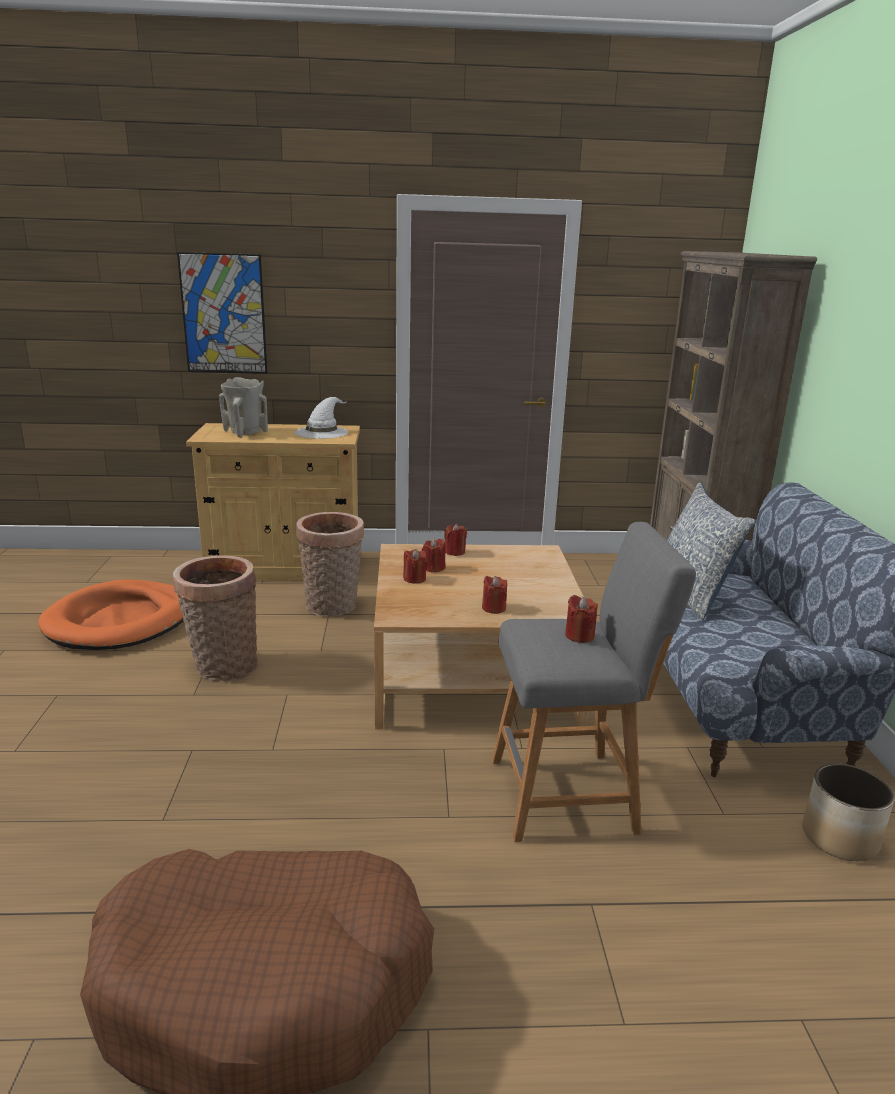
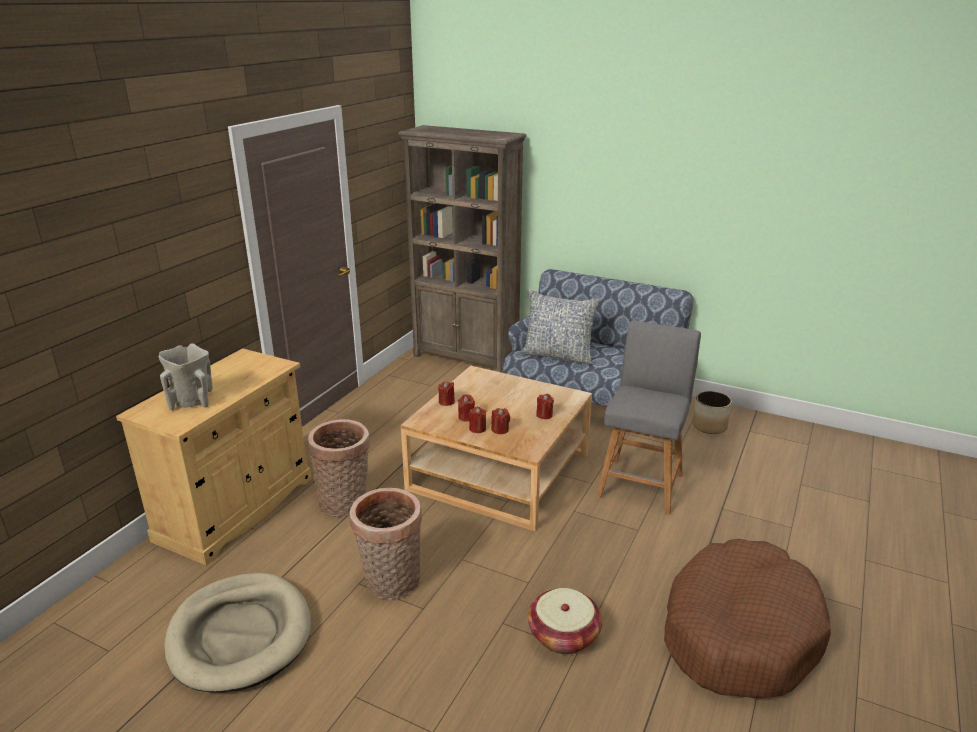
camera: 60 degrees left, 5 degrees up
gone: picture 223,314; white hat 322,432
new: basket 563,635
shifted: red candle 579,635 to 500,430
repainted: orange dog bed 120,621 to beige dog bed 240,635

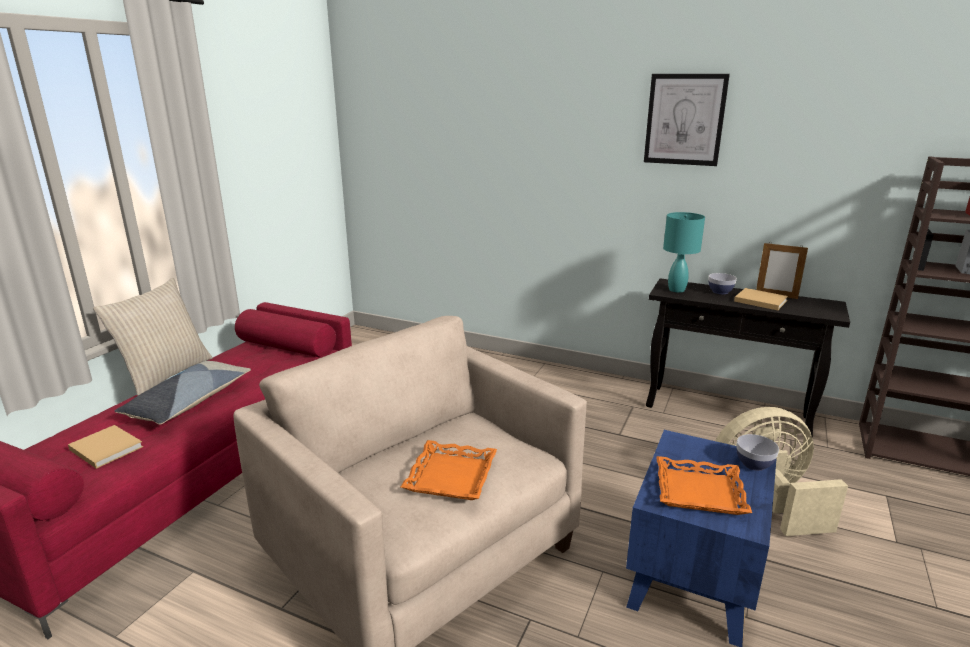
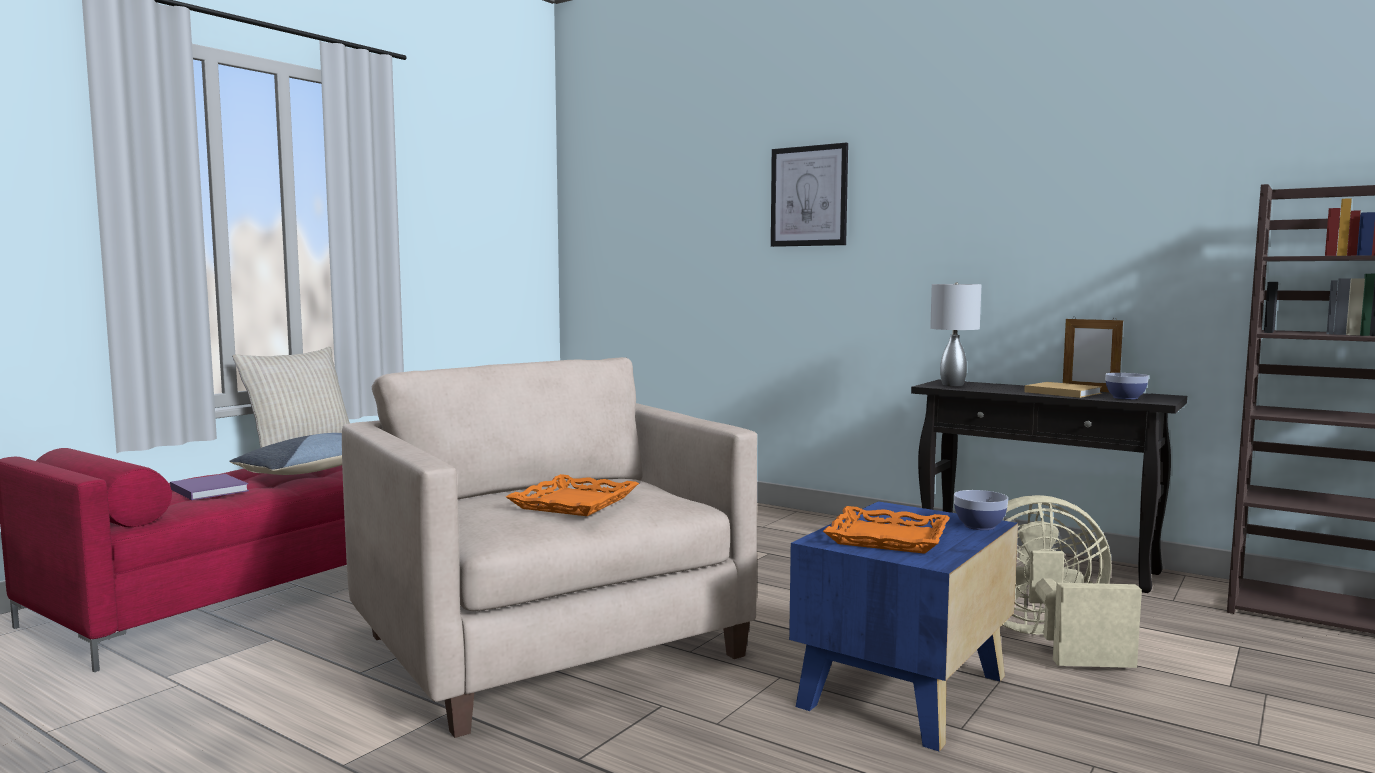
camera: 10 degrees right, 15 degrees down
shifted: picture 684,119 to 809,196; bowl 720,291 to 1125,398
repainted: beige book 105,447 to purple book 208,489; turquoise table lamp 677,290 to grey table lamp 953,385

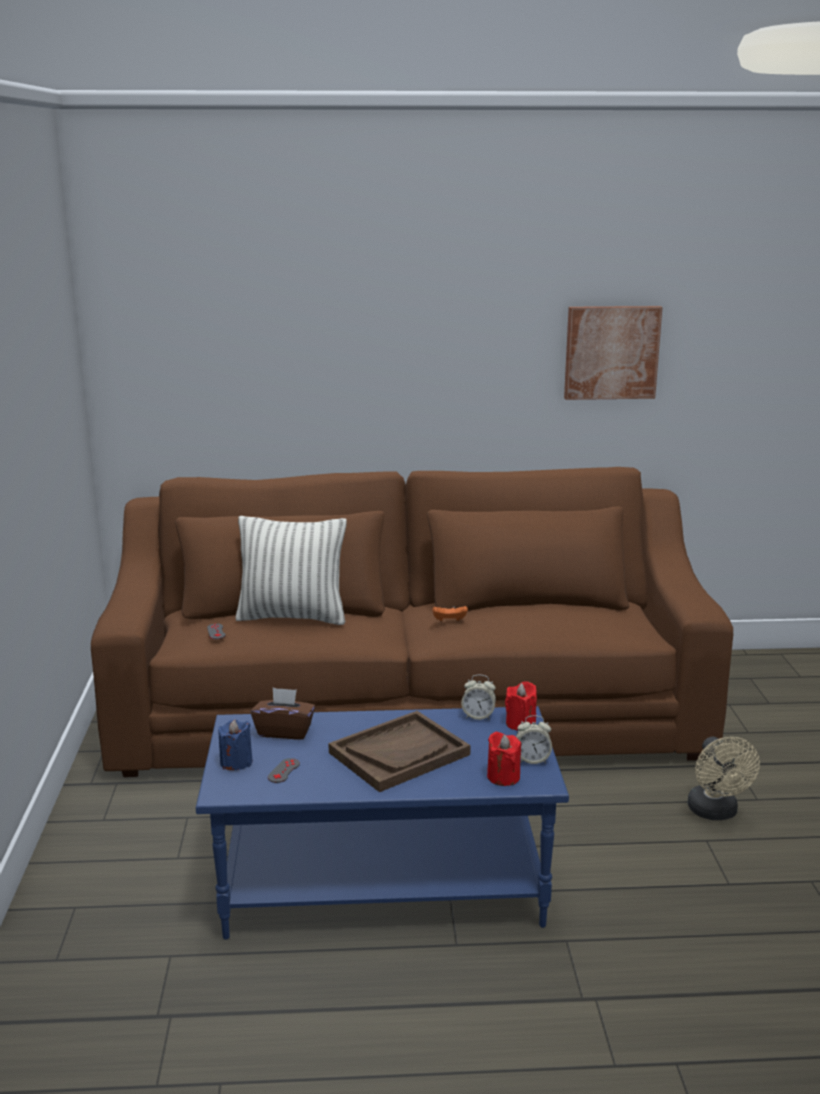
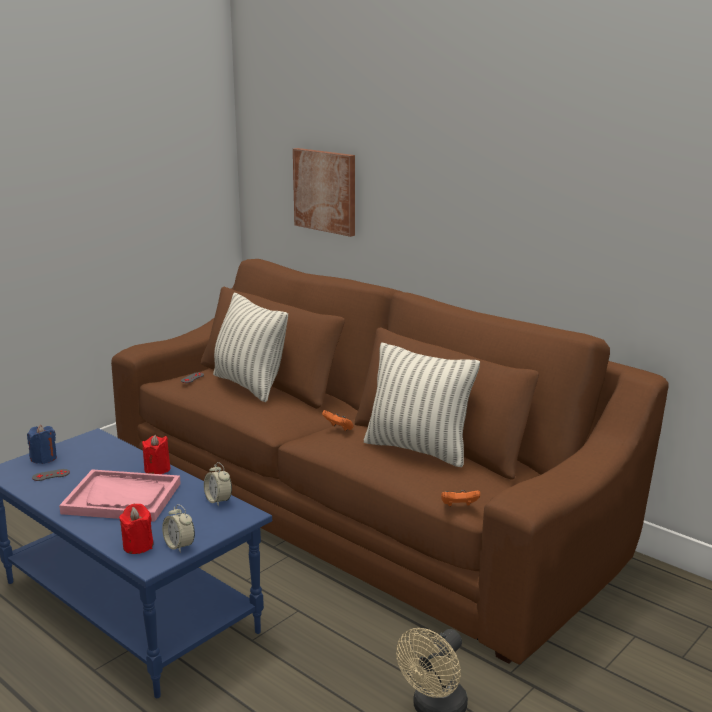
camera: 45 degrees right, 0 degrees up
gone: brown tissue box 284,731
new: pillow 418,449; orange game controller 459,506
shifted: red candle 520,723 to 157,469; picture 611,352 to 325,191
repainted: brown tray 399,753 to pink tray 122,498

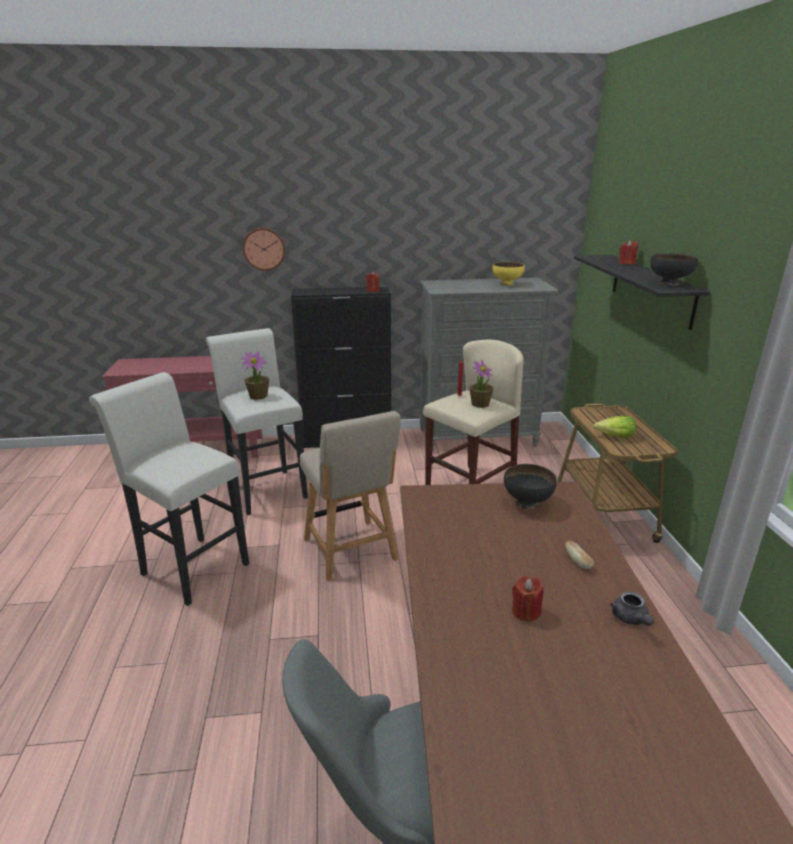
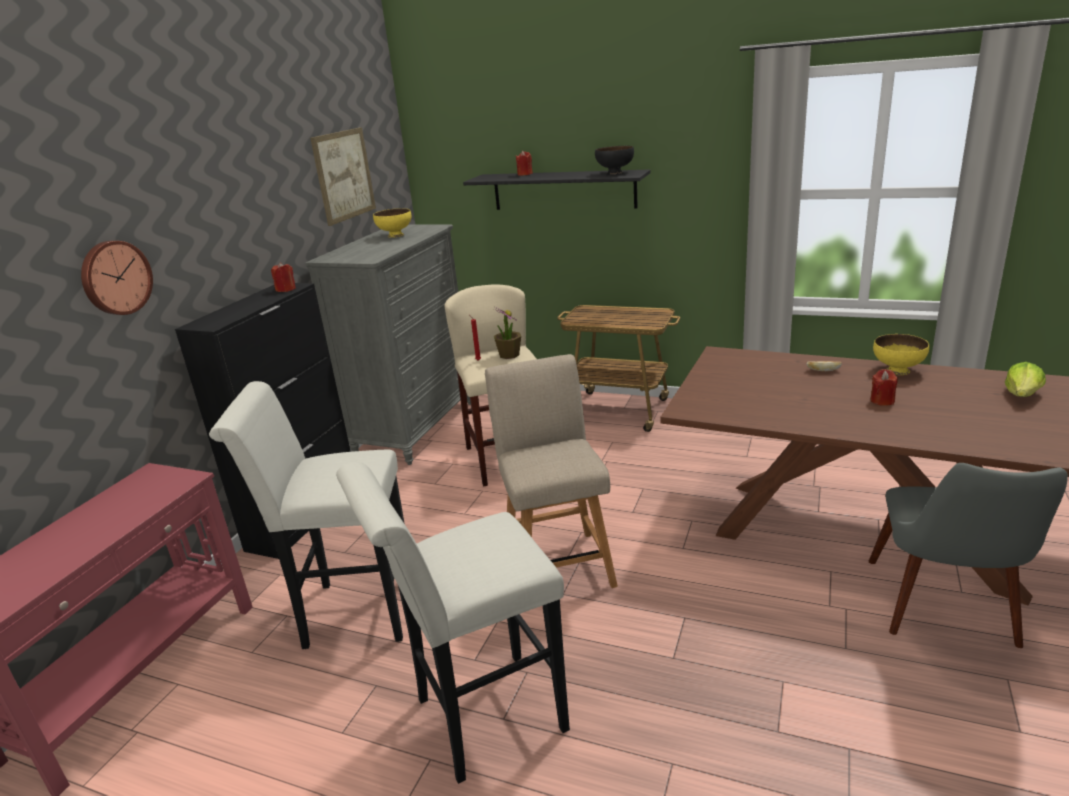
camera: 60 degrees left, 0 degrees up
gone: potted plant 258,396; black bowl 527,503
new: picture 344,175
shifted: lettuce 615,437 to 1022,395
swapped: grey teapot 630,619 to yellow bowl 897,370
rotated: beige chair 351,552 = 557,564 105 degrees counterclockwise

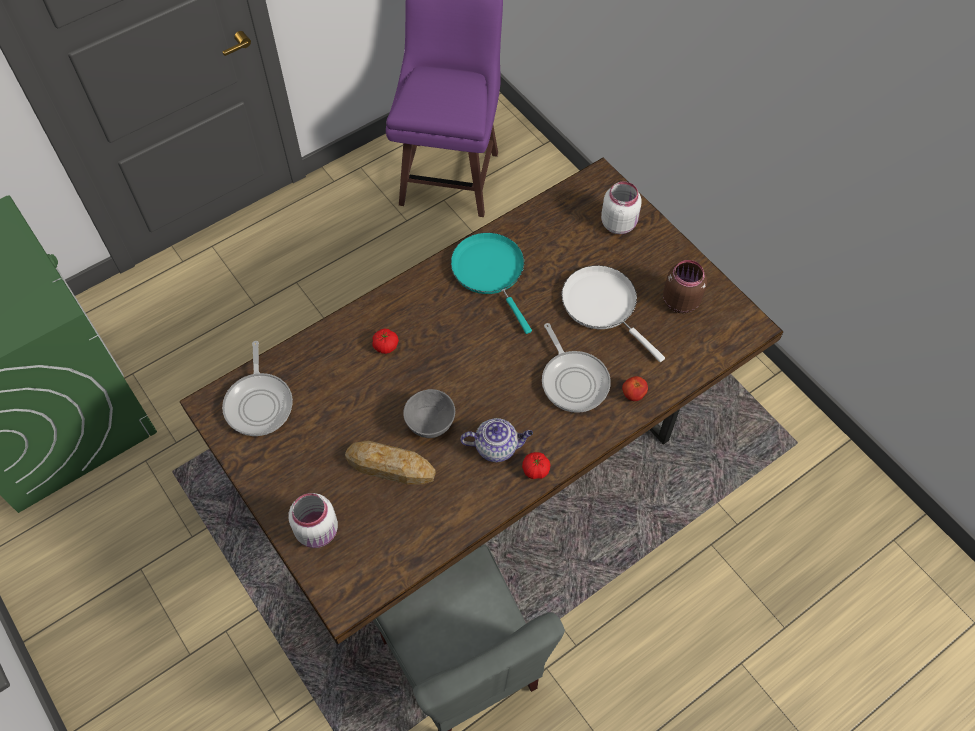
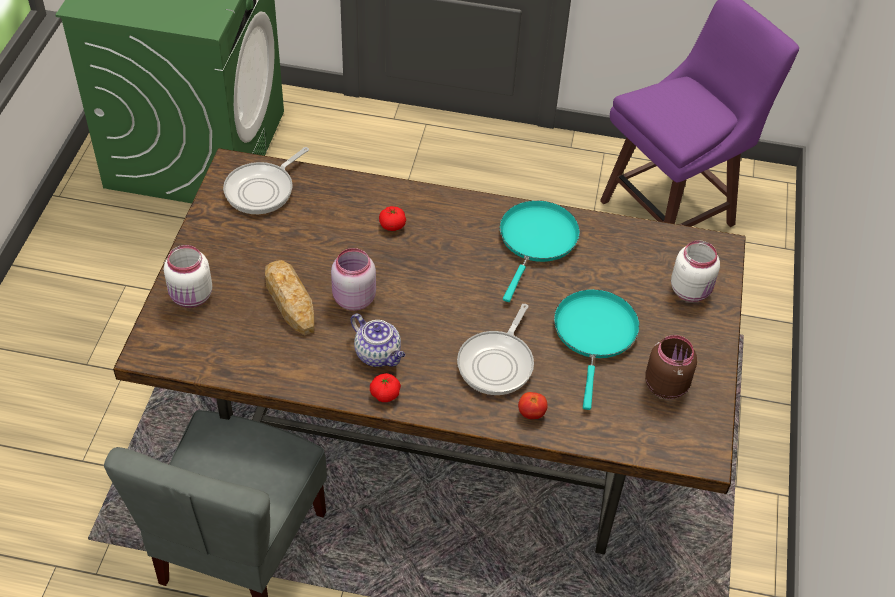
camera: 45 degrees right, 10 degrees down
swapped: grey bowl 430,424 to pink jar 352,299
repainted: white frying pan 603,305 to turquoise frying pan 595,334

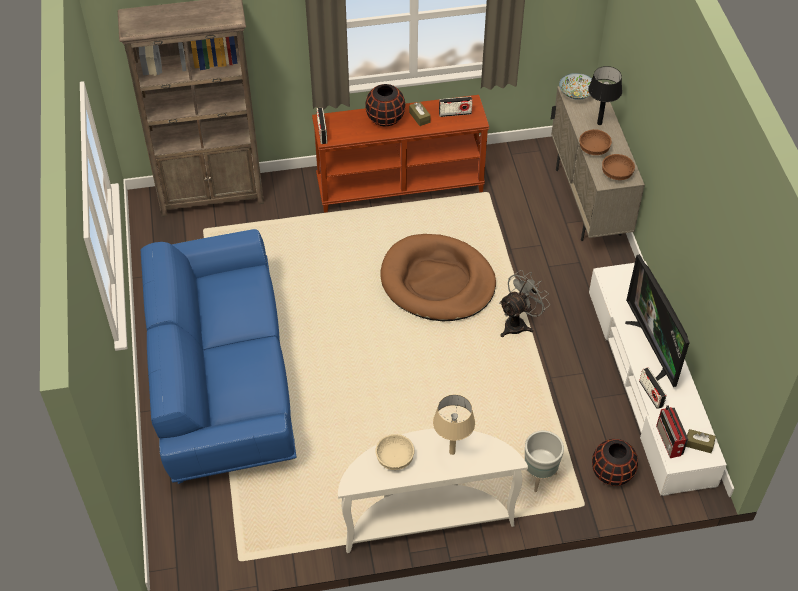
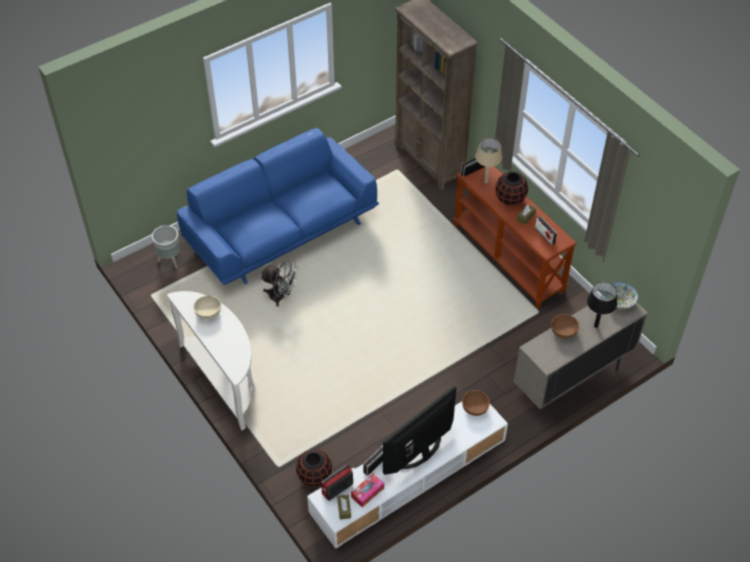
camera: 65 degrees right, 0 degrees up
gone: brown dog bed 437,282
new: tissue box 367,492
shifted: beige table lamp 451,452 to 485,181; grey fan 518,323 to 281,297; grey planter 538,477 to 170,260; brown bowl 616,174 to 474,407

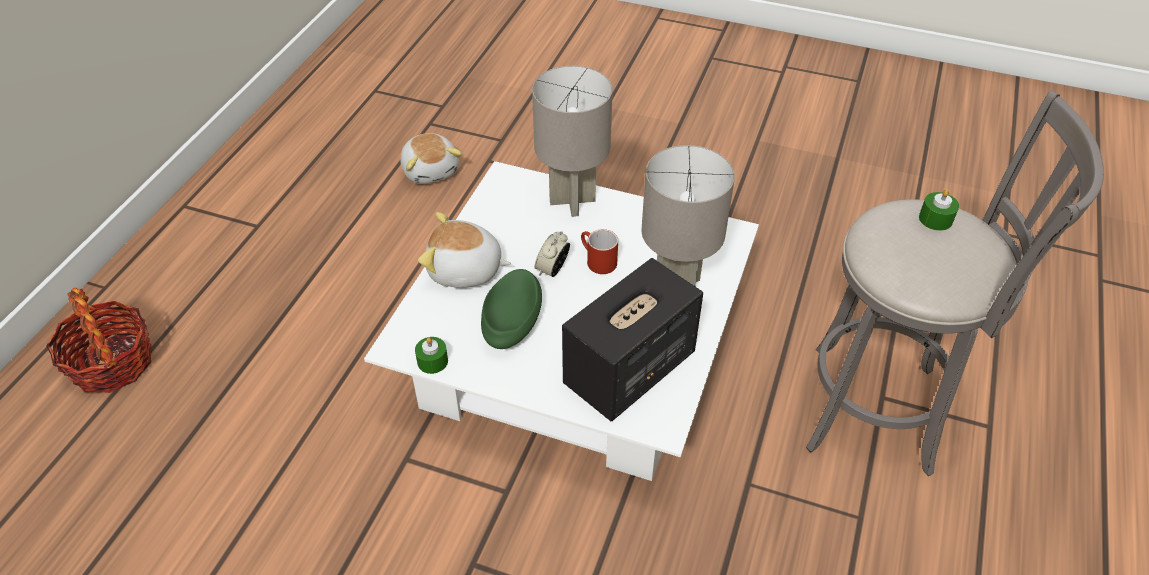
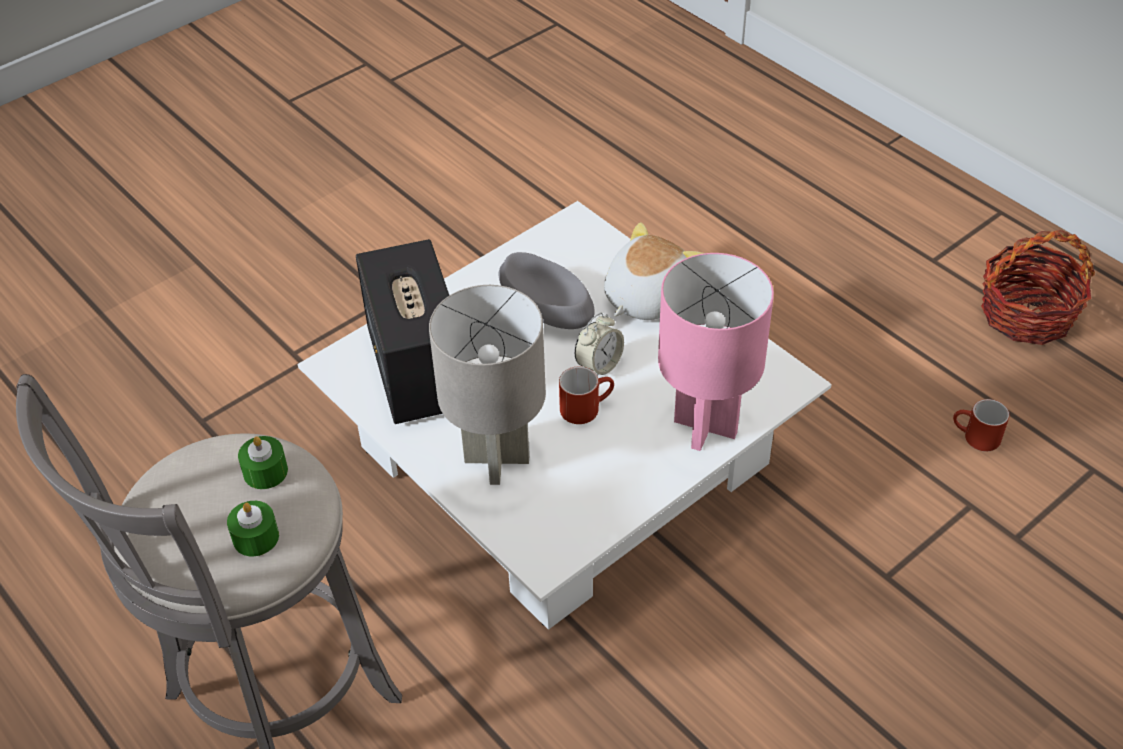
camera: 120 degrees right, 0 degrees up
shifted: basket 112,363 to 1026,314; green candle 432,361 to 265,471
swapped: plush toy 431,170 to red mug 975,438
repainted: green bowl 513,322 to grey bowl 545,308; grey table lamp 571,200 to pink table lamp 706,426
rotated: alarm clock 552,269 = 599,365 75 degrees clockwise

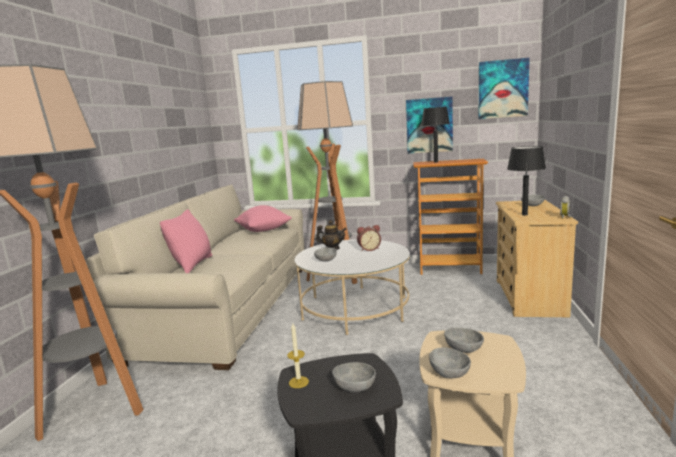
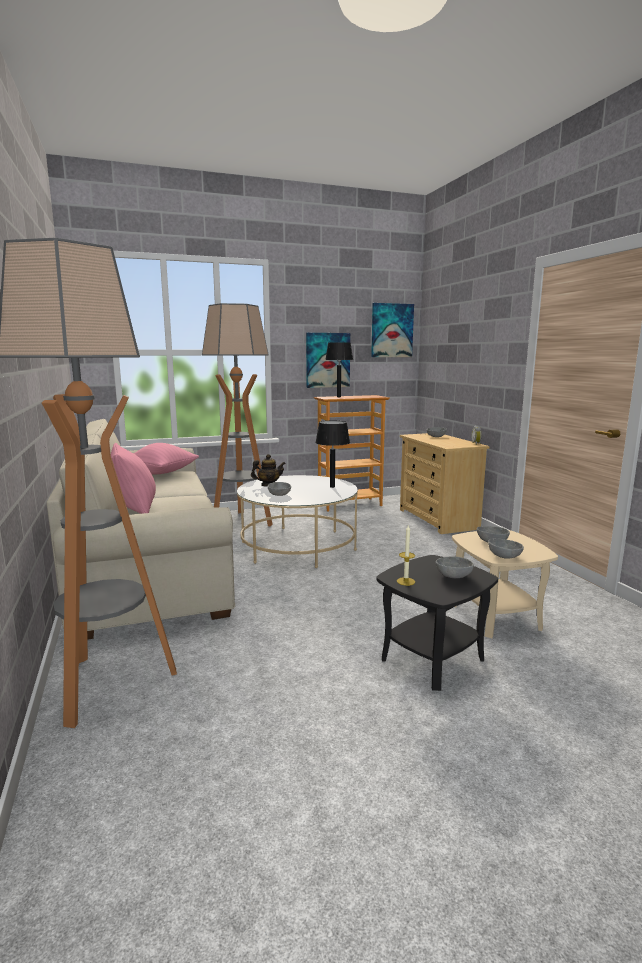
camera: 30 degrees left, 0 degrees up
gone: alarm clock 369,249
shifted: black table lamp 524,214 to 332,487

